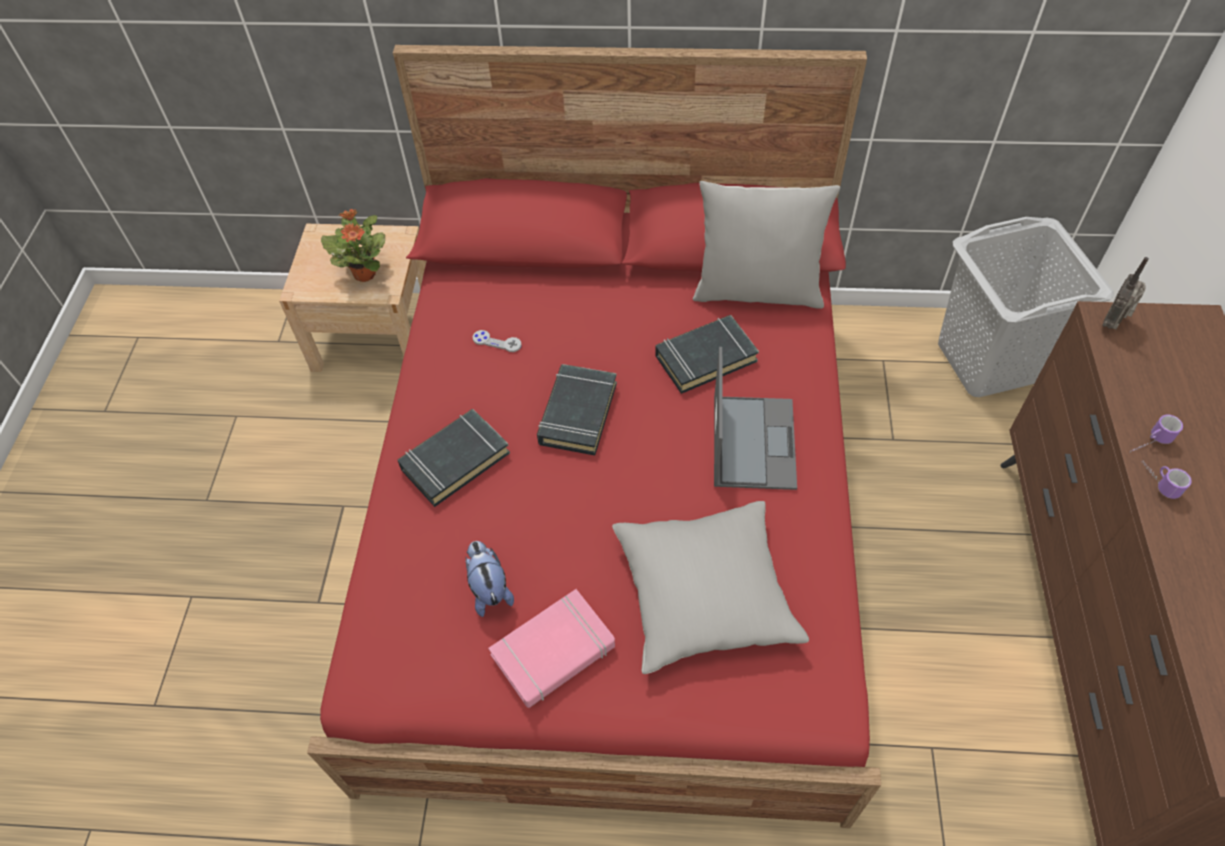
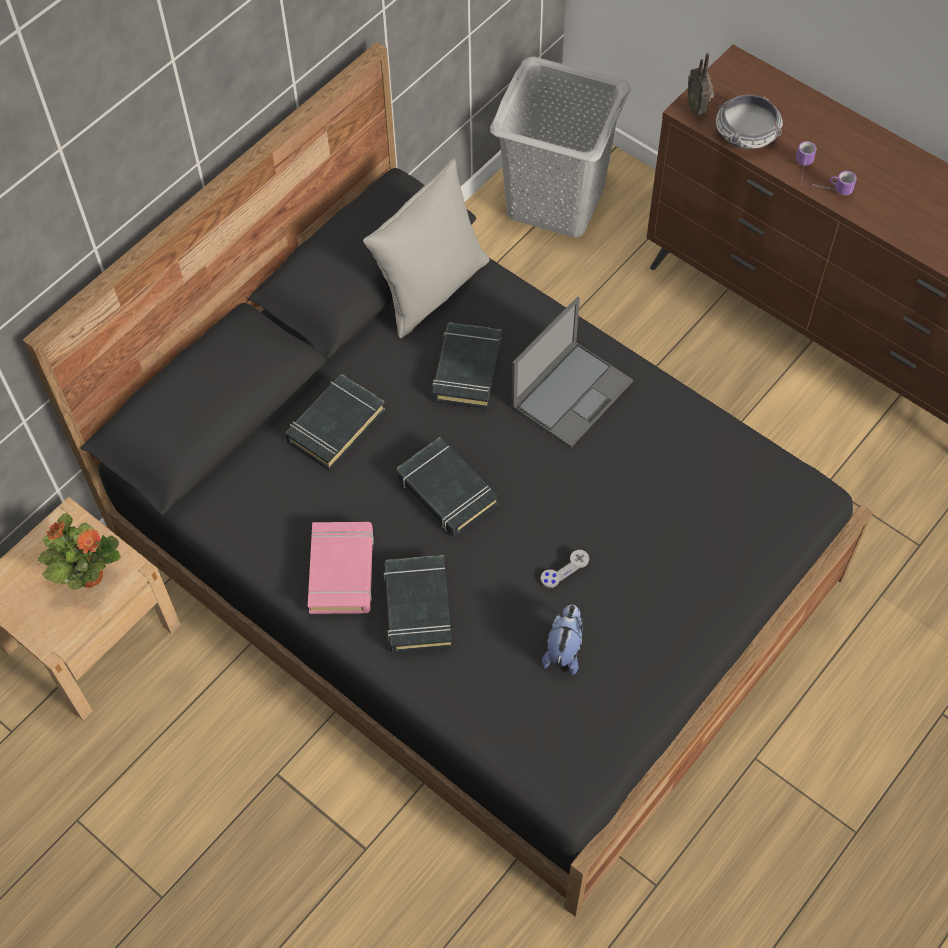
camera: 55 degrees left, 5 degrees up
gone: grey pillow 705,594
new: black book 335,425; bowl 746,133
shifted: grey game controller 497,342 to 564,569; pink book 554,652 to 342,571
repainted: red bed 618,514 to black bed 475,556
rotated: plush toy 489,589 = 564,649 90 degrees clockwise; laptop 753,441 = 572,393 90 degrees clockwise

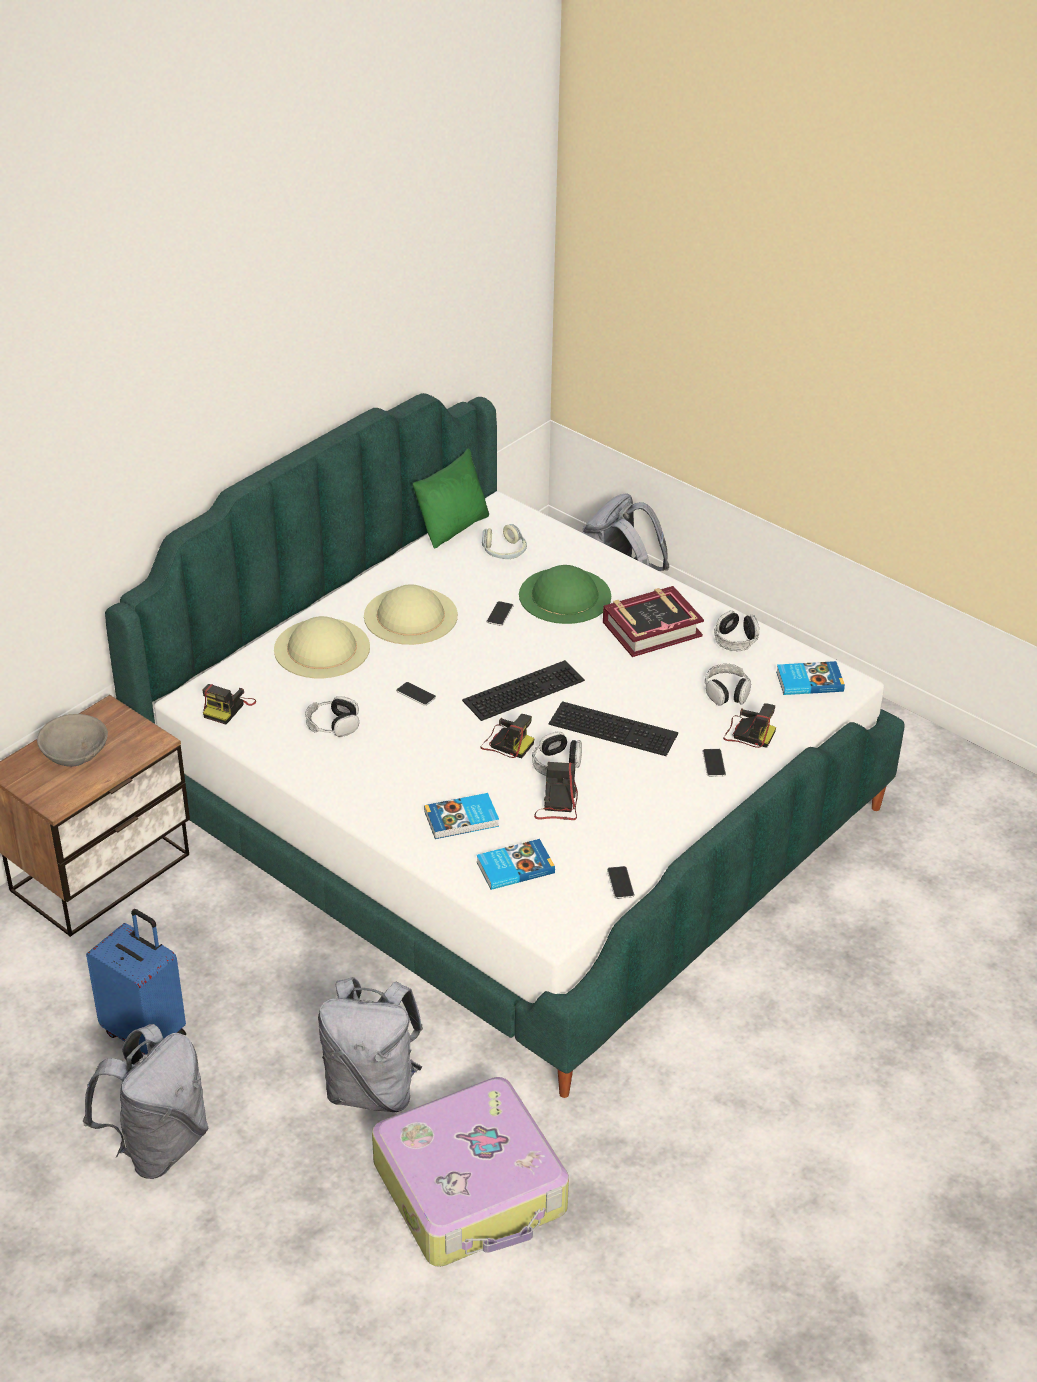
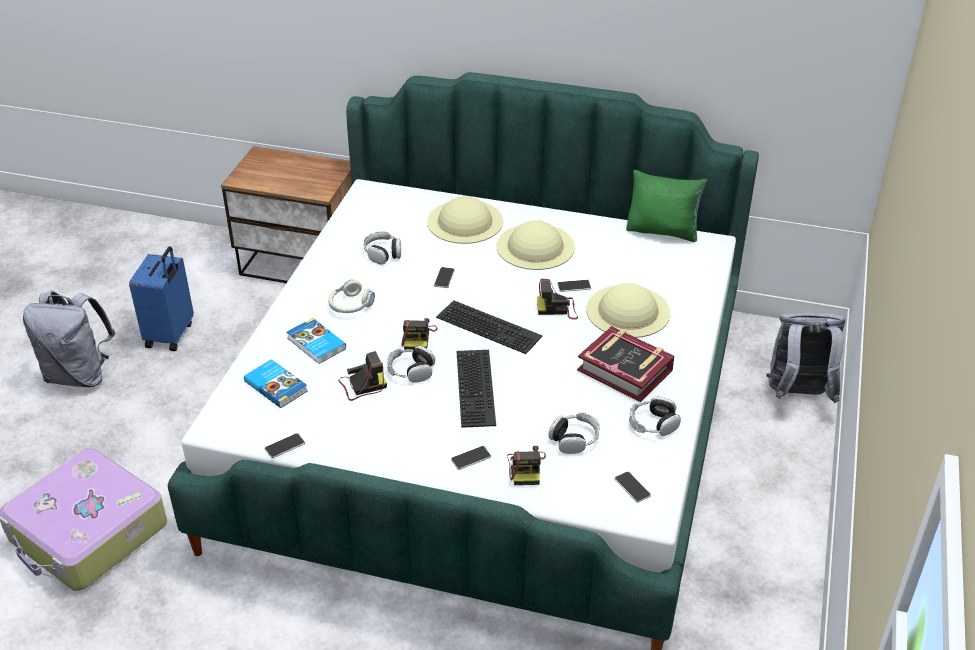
camera: 65 degrees right, 0 degrees up
gone: grey bowl 75,752; grey backpack 372,1088
shifted: photo camera 228,708 to 557,308; headphones 504,552 to 350,306
swapped: book 808,681 to phone 632,487
repainted: green hat 564,595 to beige hat 628,311

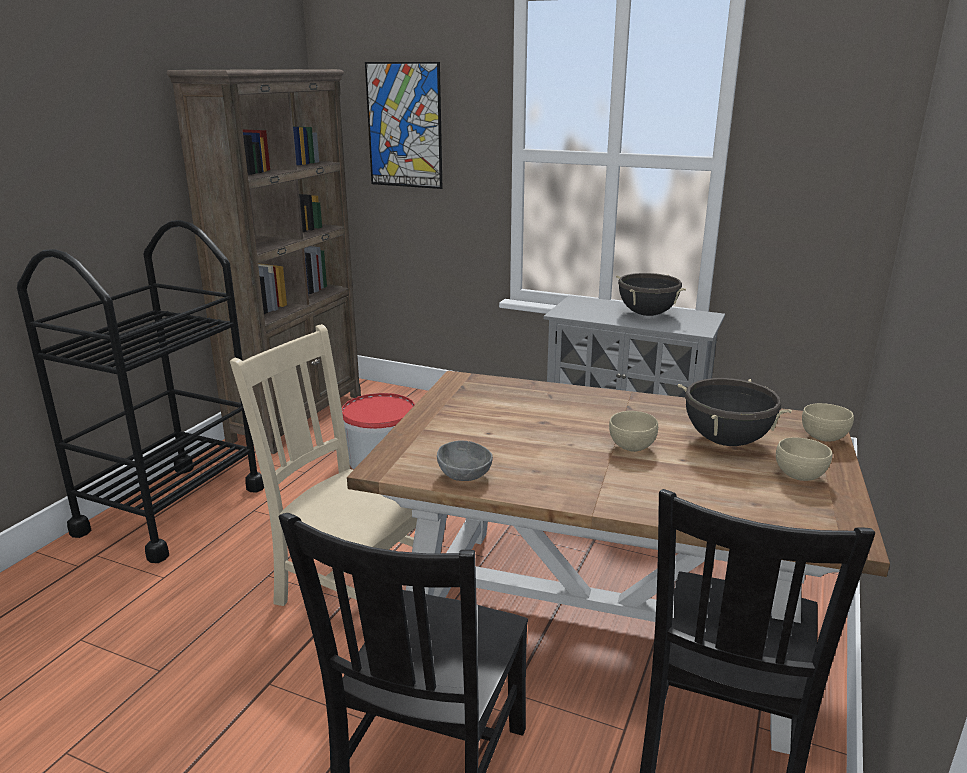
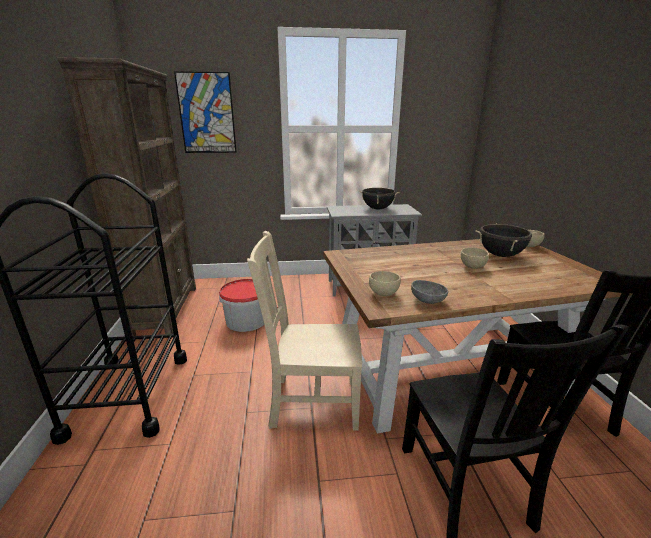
camera: 30 degrees left, 0 degrees up
shifted: beige bowl 799,476 to 383,294

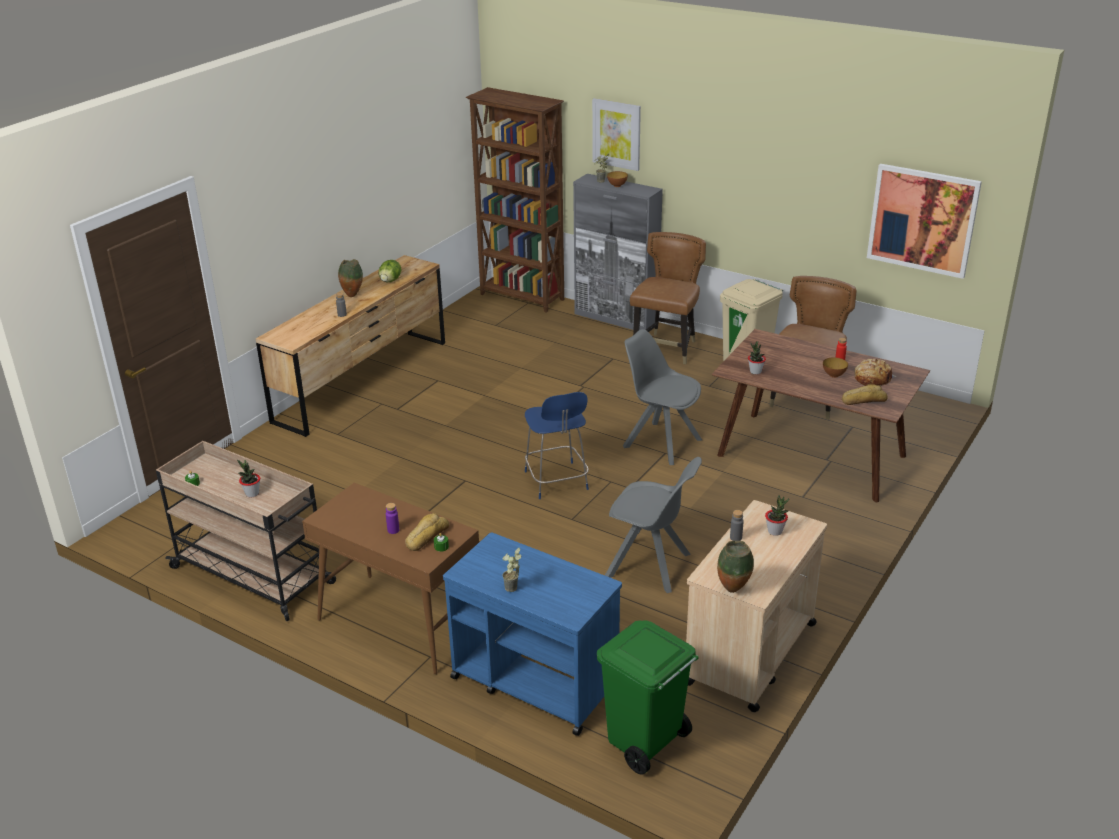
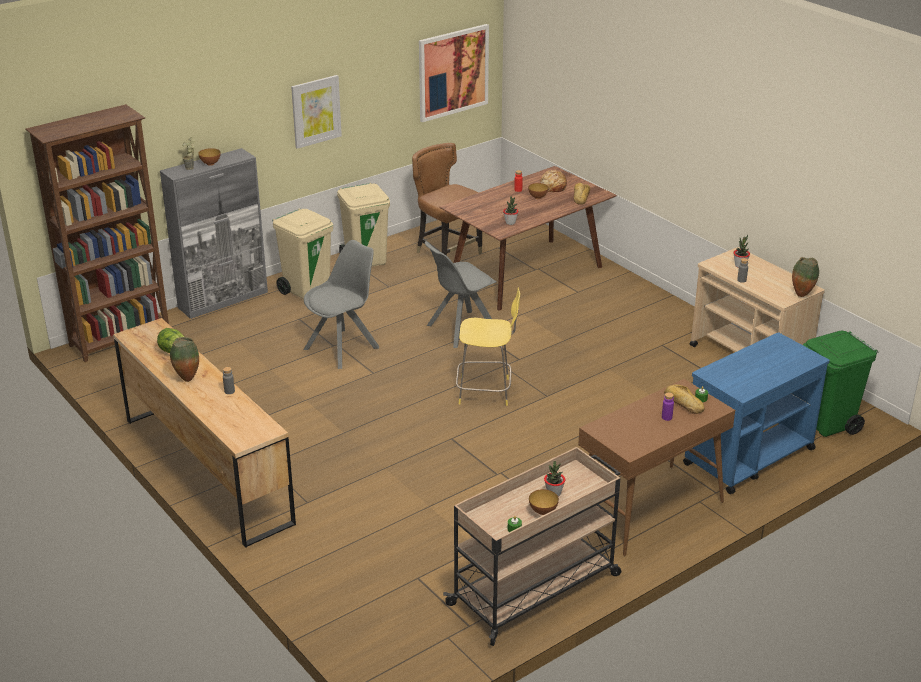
camera: 70 degrees left, 0 degrees up
gone: potted plant 513,590
new: bowl 543,511
shifted: picture 616,134 to 316,111; grey chair 650,566 to 343,348
swapped: brown chair 667,349 to beige trash can 307,289
repainted: blue stool 556,482 to yellow stool 486,391

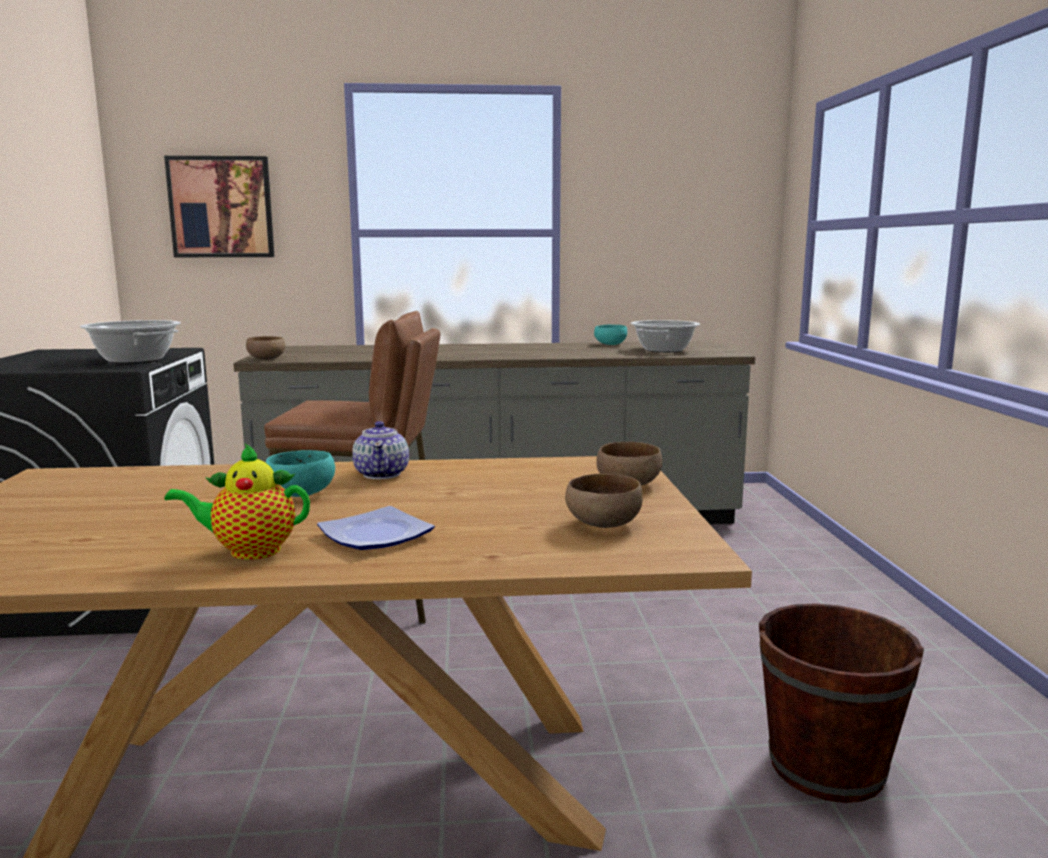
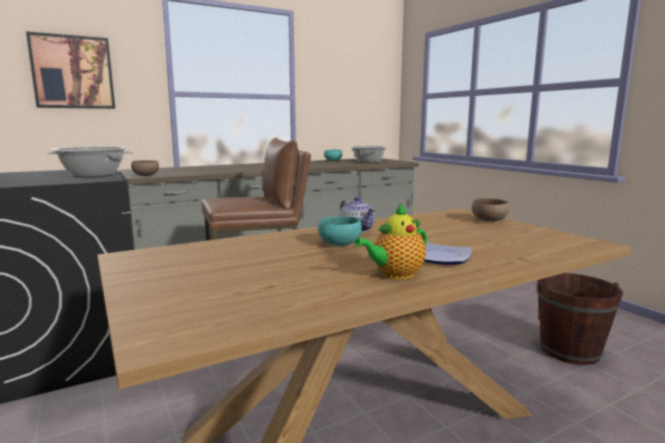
camera: 25 degrees left, 0 degrees up
gone: brown bowl 602,525

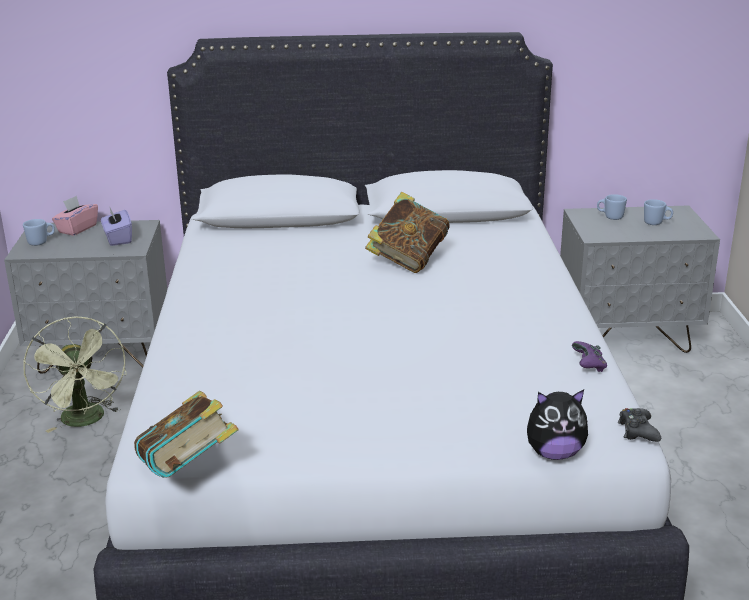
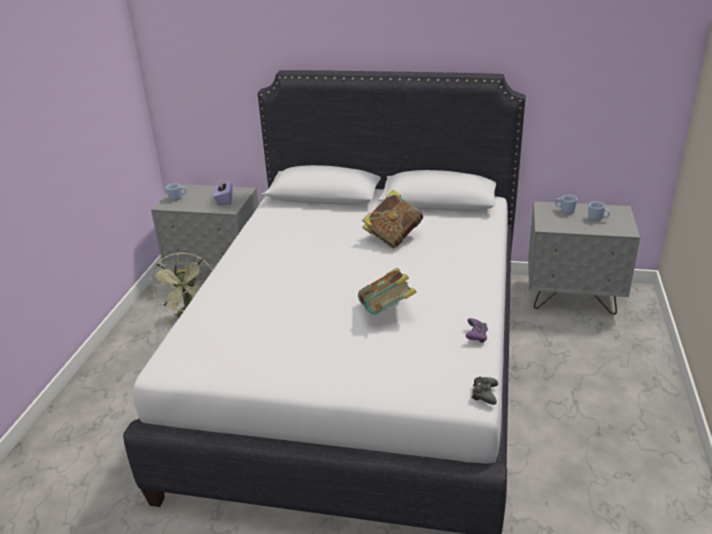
camera: 15 degrees right, 5 degrees up
gone: pink tissue box 77,229; plush toy 554,453
shifted: book 189,471 to 387,312

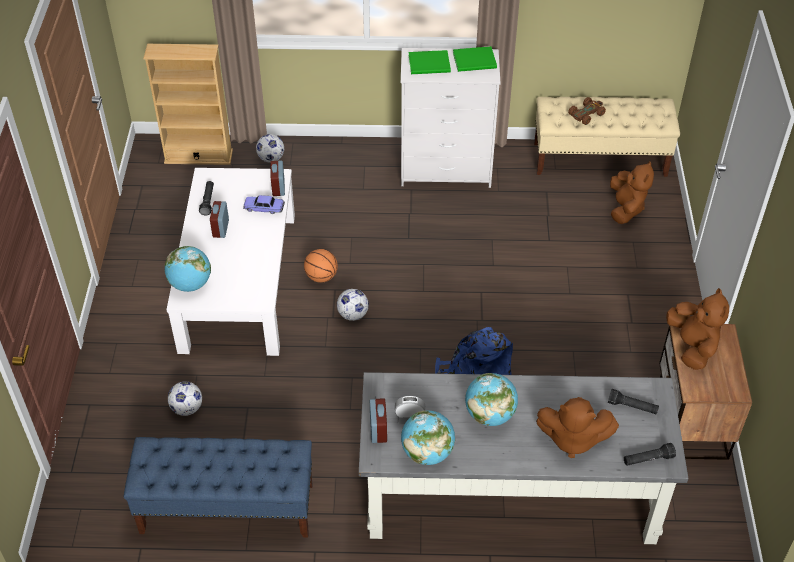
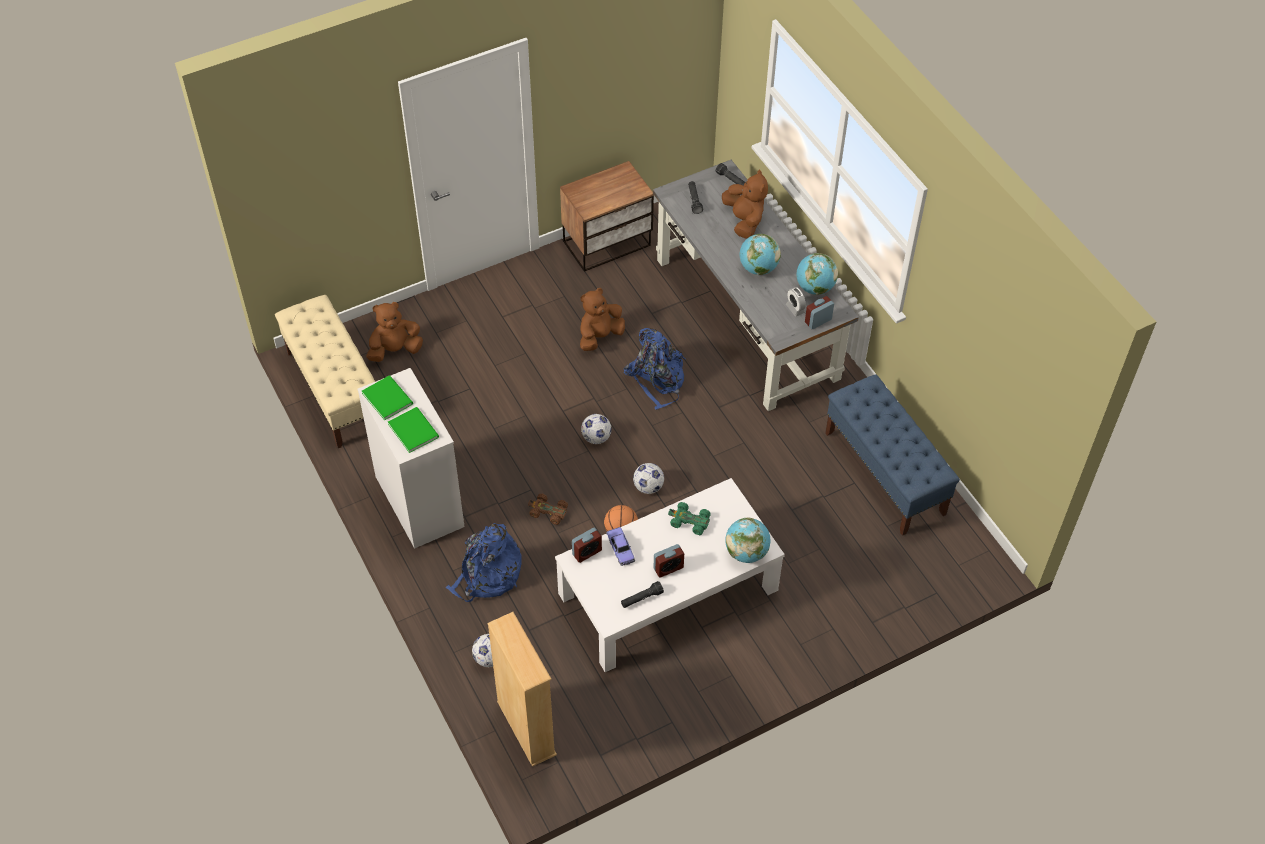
camera: 120 degrees left, 5 degrees up
new: blue backpack 487,575; green toy car 689,521
shifted: football 187,408 to 596,437; brown toy car 586,114 to 548,512; brown plush toy 692,346 to 600,336

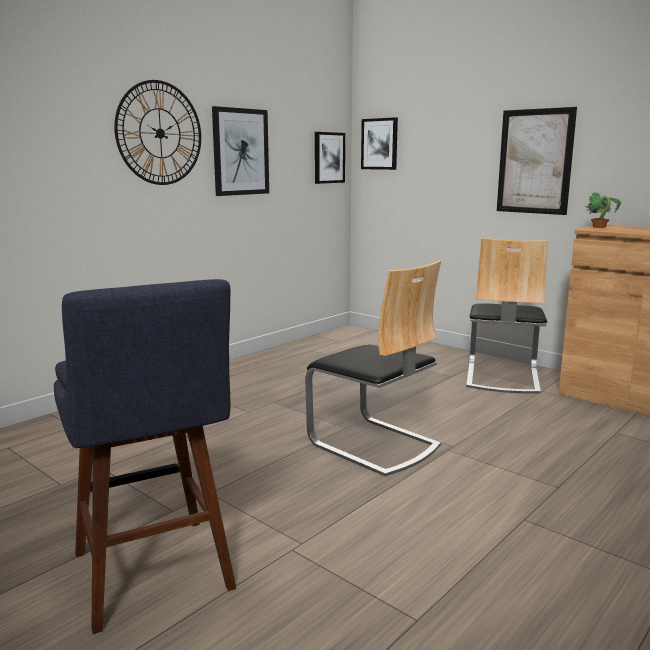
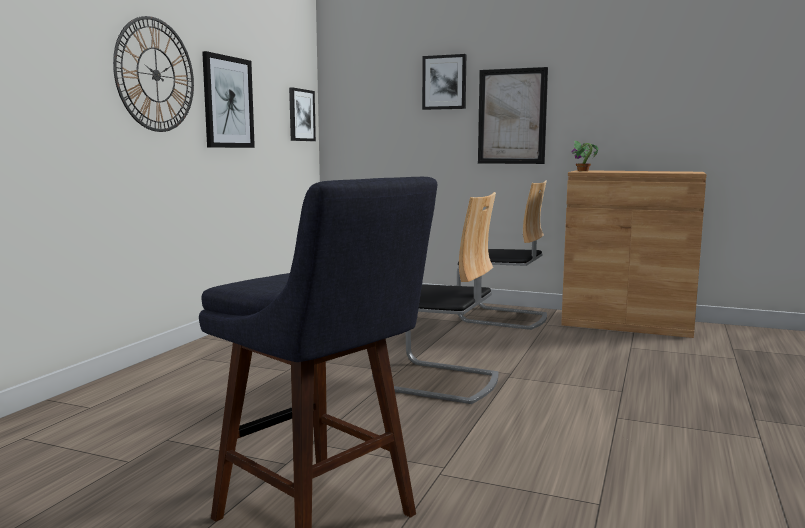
camera: 20 degrees left, 5 degrees down
shifted: picture 379,144 to 444,82
rotated: chair 501,377 = 503,318 60 degrees counterclockwise

